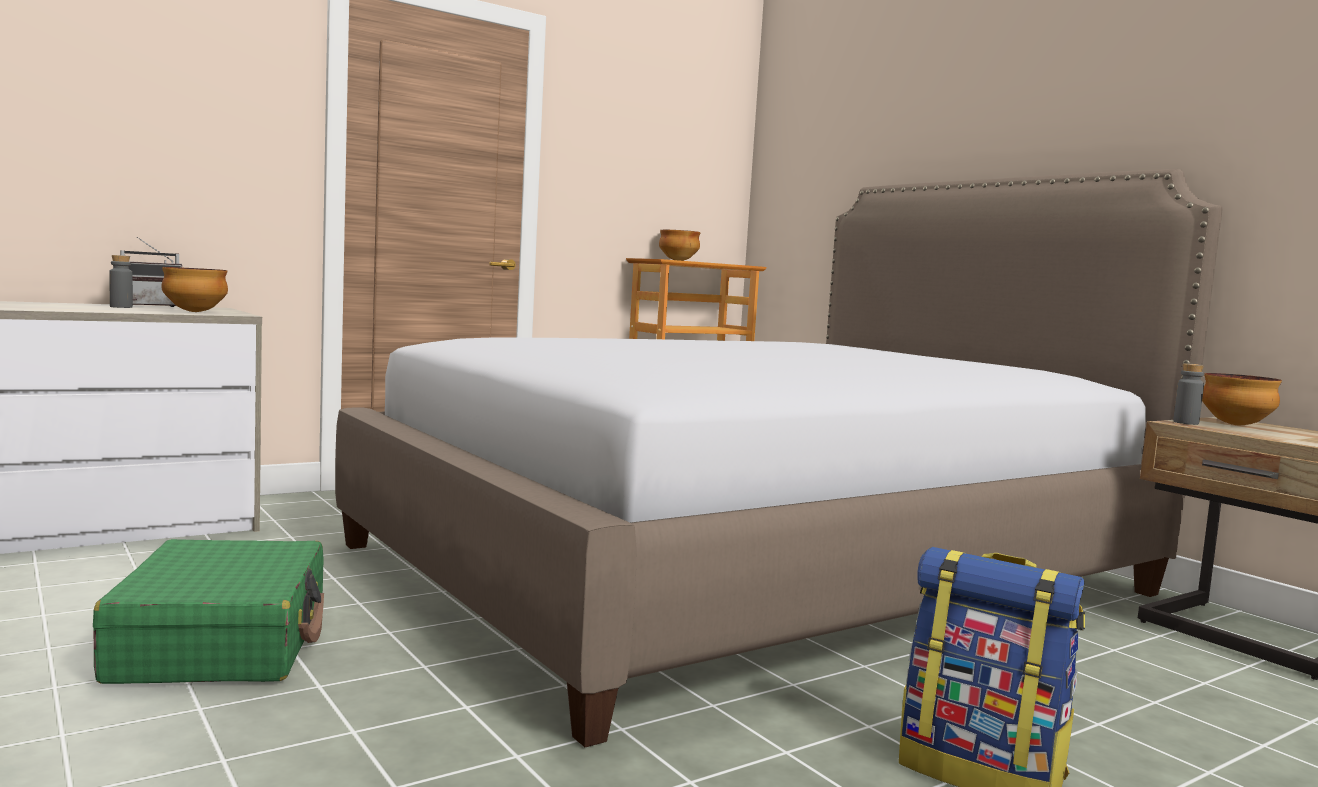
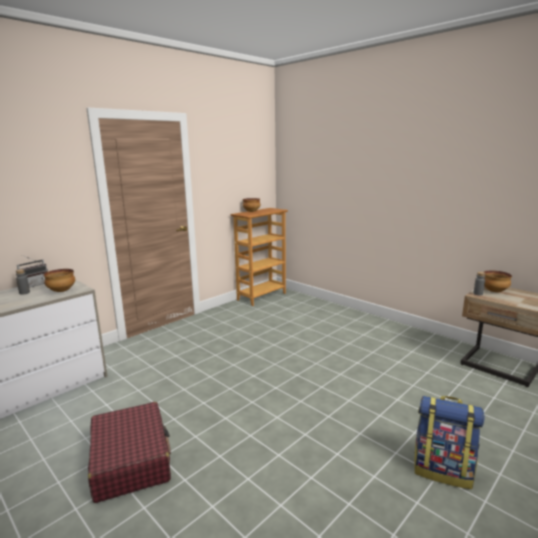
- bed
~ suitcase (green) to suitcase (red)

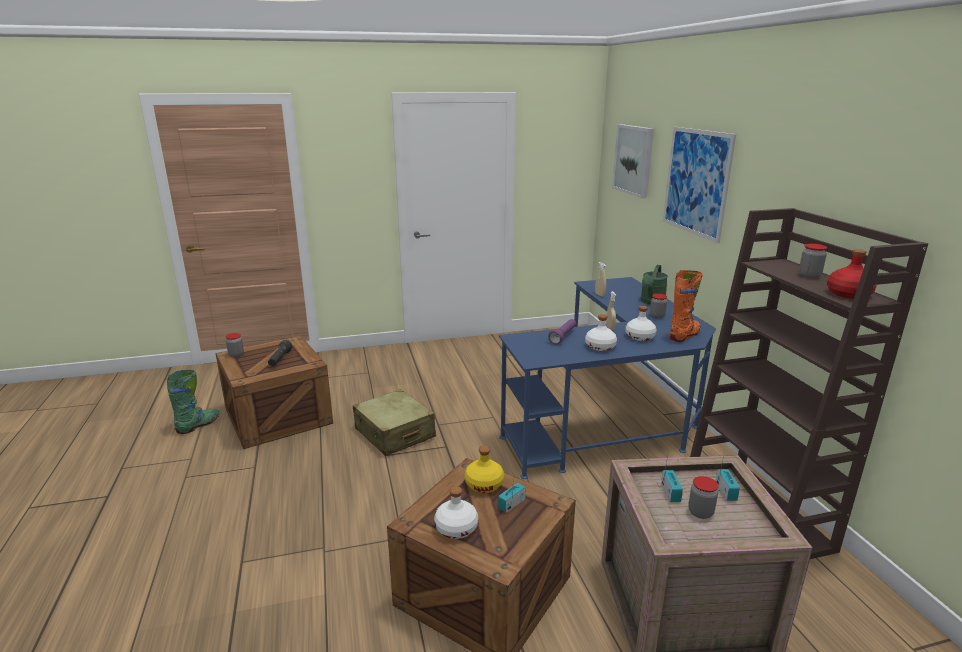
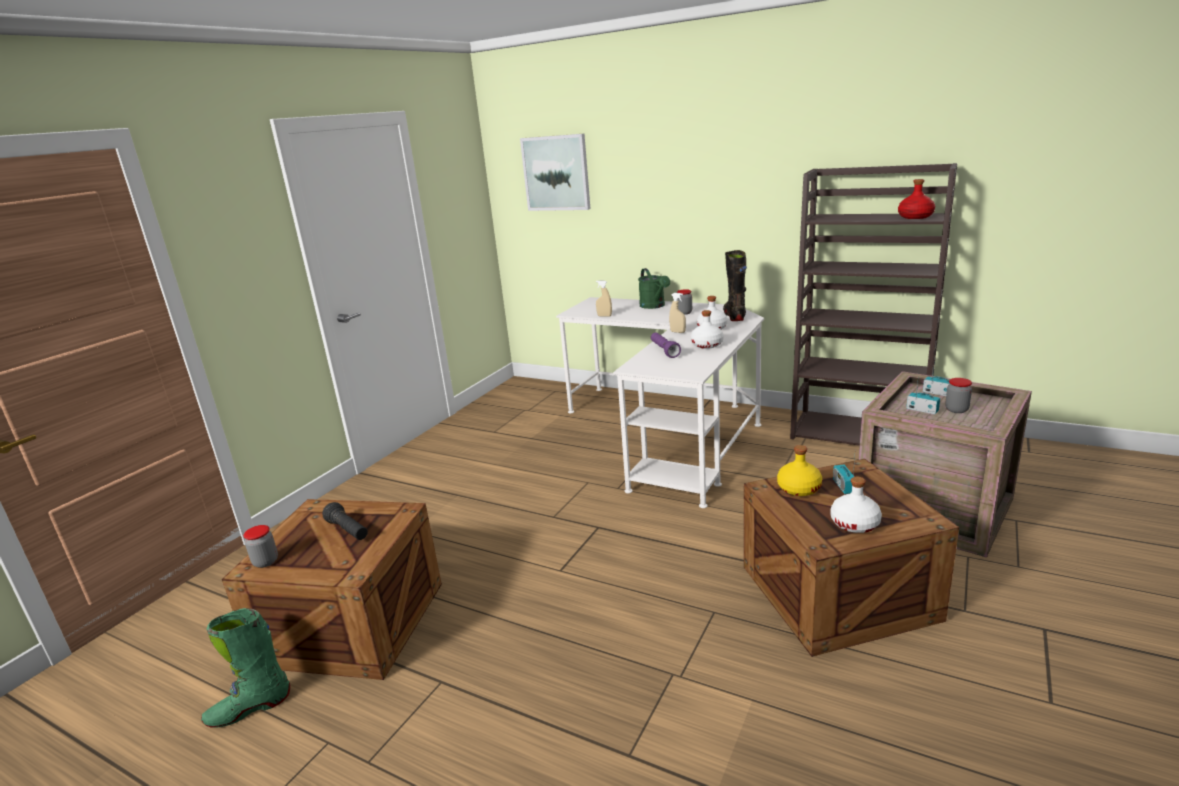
- suitcase (beige)
- picture (no. 2 from left)
- jar (no. 4 from left)
~ desk (blue) to desk (white)
~ boot (orange) to boot (black)
~ boot (green) 105 degrees counterclockwise

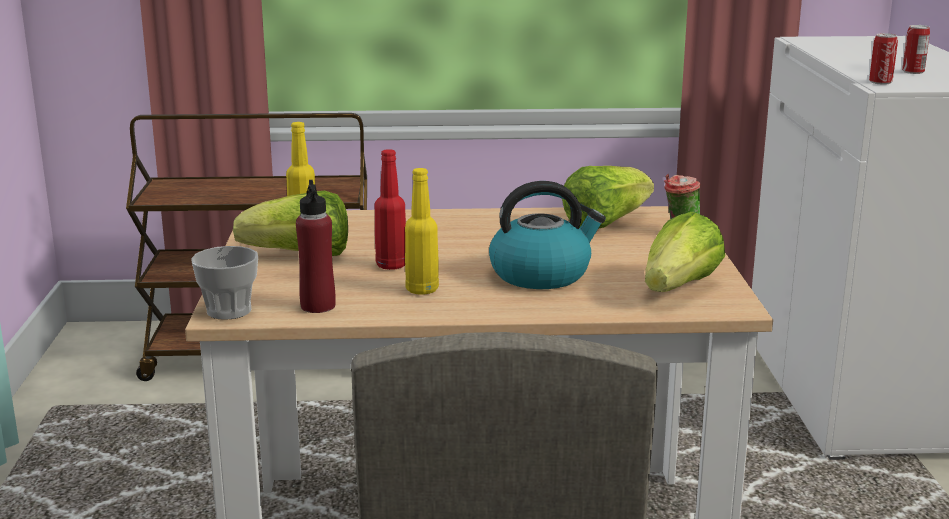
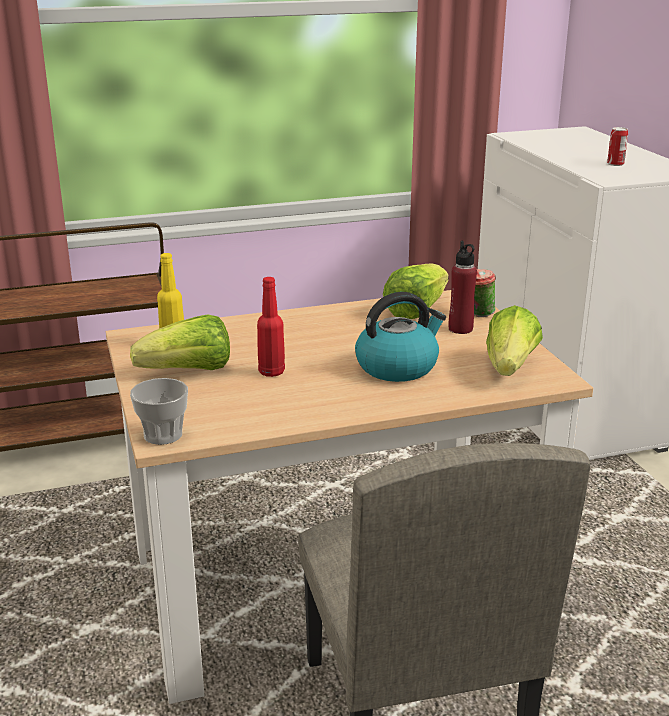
- bottle (yellow) (no. 2 from left)
- can (no. 1 from left)
~ bottle (red) (no. 1 from left in the first image) to bottle (red) (no. 2 from left)

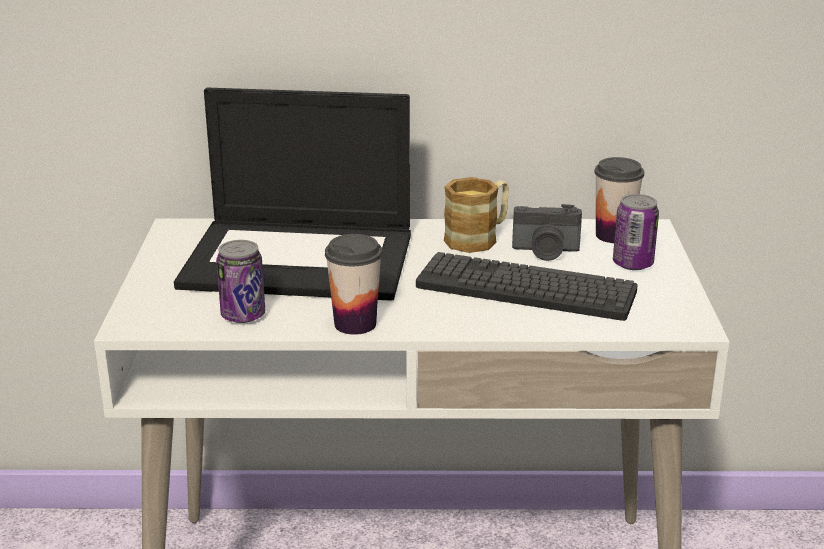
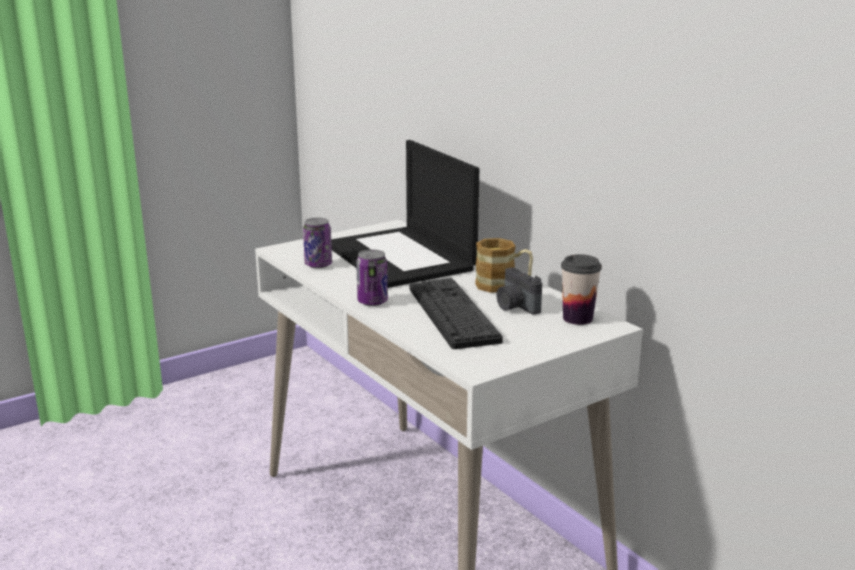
- cup (no. 1 from left)
~ can (no. 2 from left)

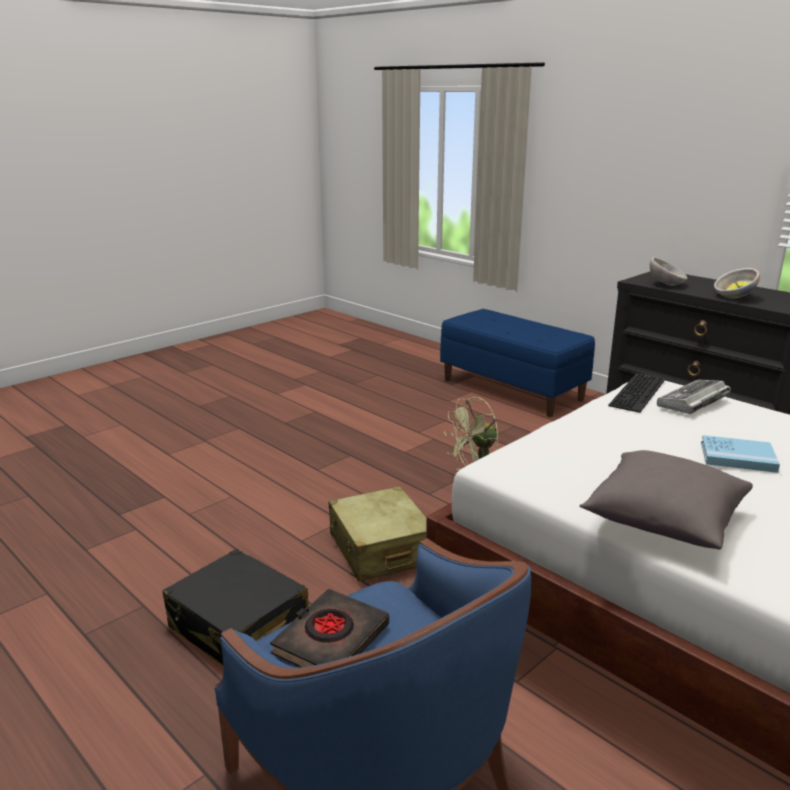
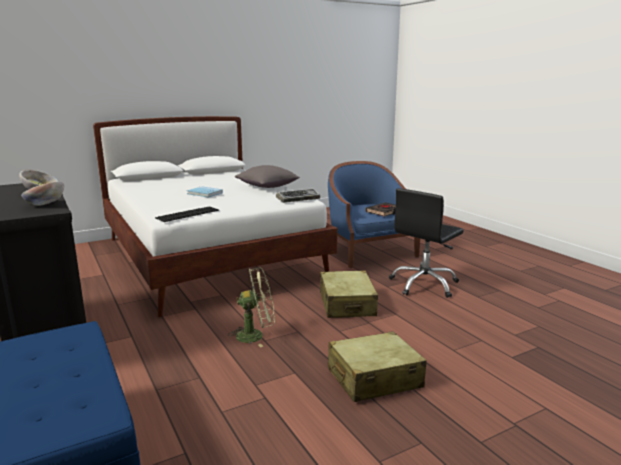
+ suitcase (beige) (no. 2 from left)
~ keyboard (no. 2 from left)
~ suitcase (black) to office chair (black)

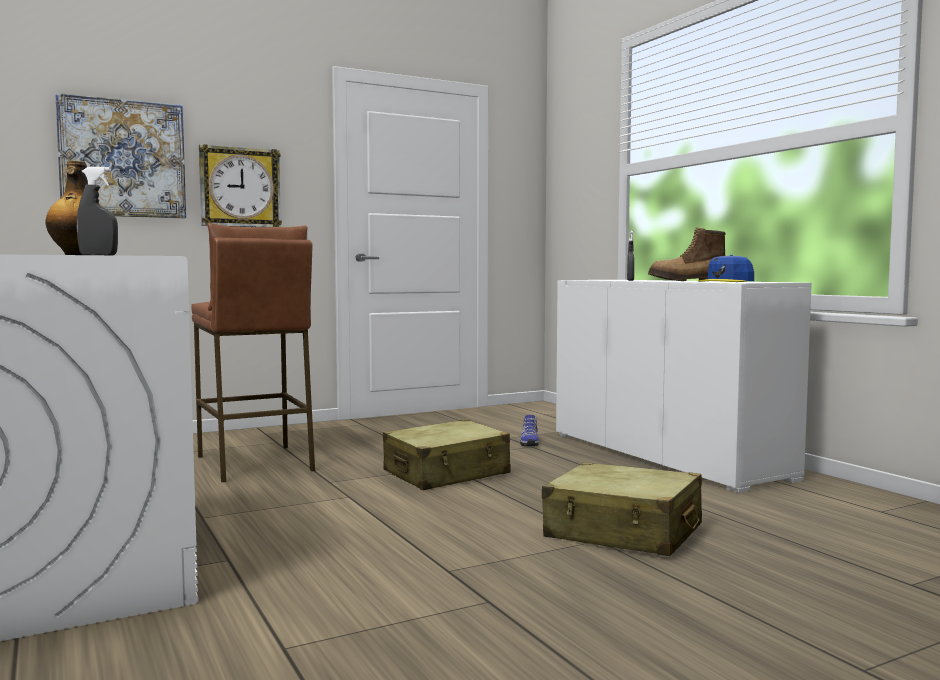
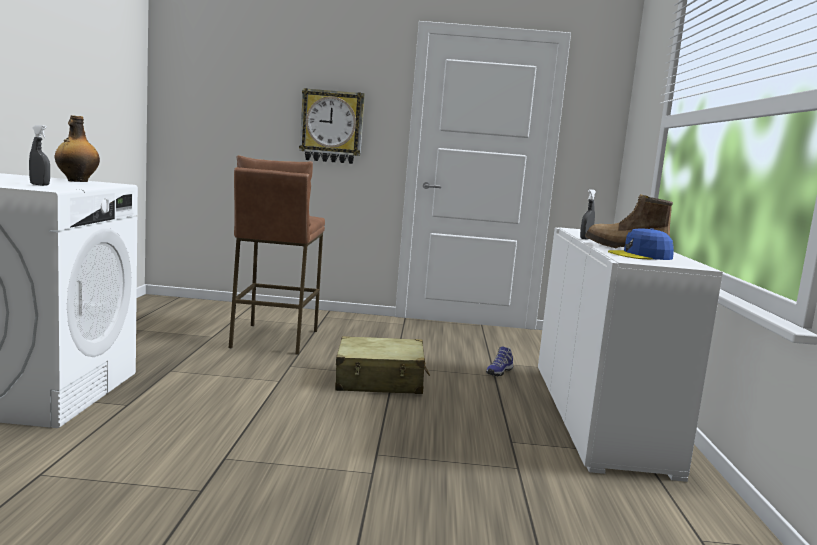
- picture
- suitcase (beige) (no. 2 from left)

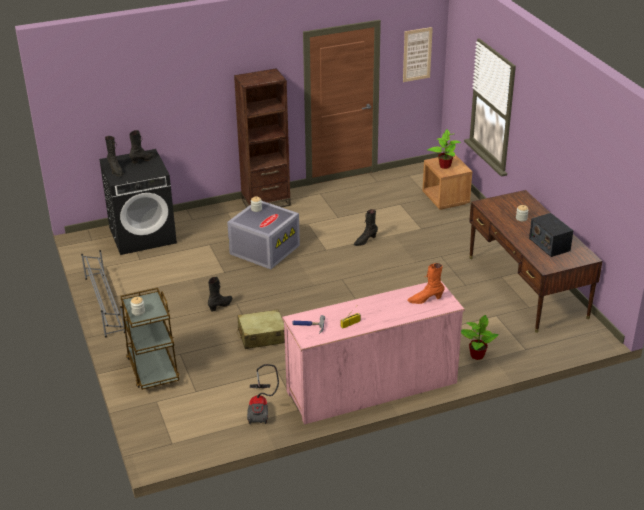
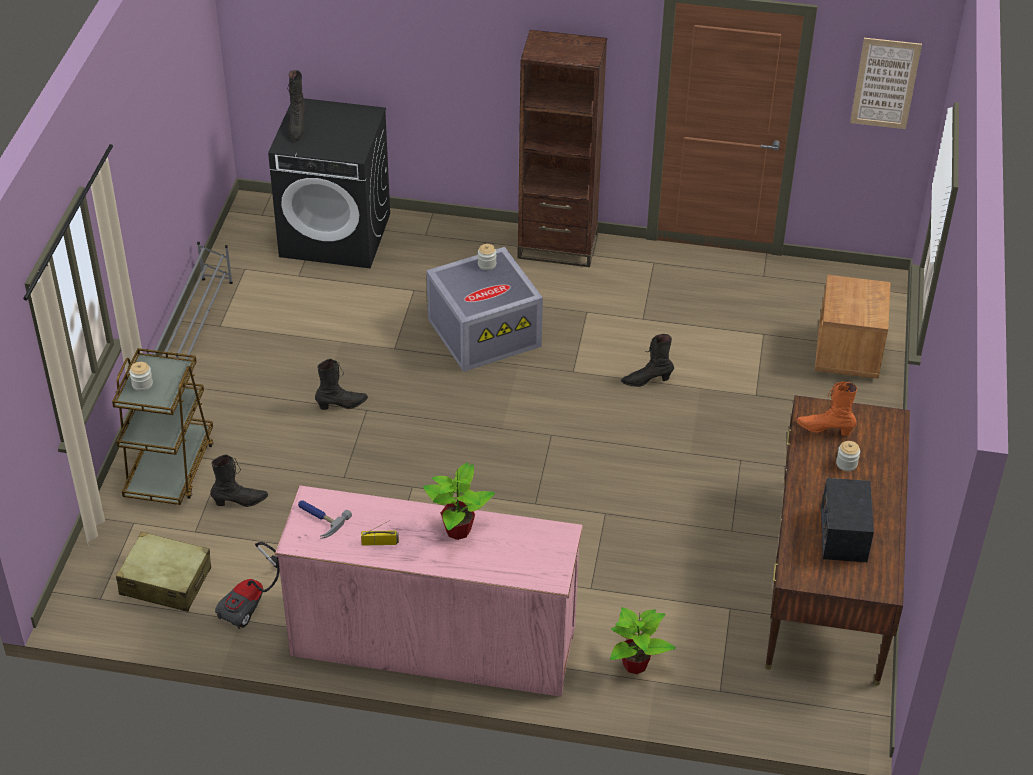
~ boot (black) (no. 2 from left in the first image) to boot (black) (no. 1 from left)
~ suitcase (beige)
~ boot (orange)
~ potted plant (no. 1 from left)

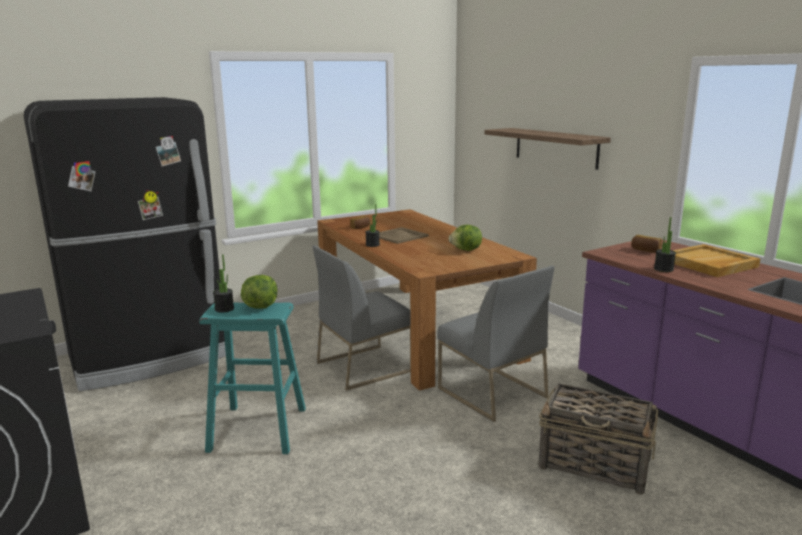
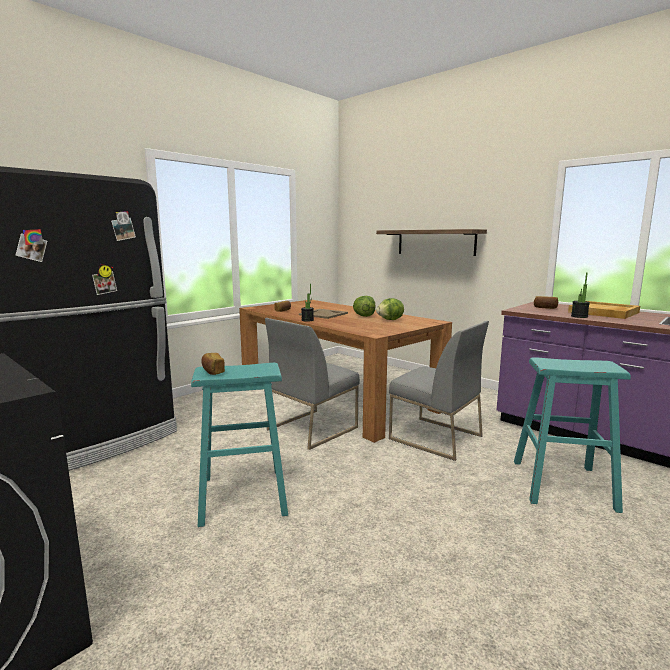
~ lettuce (no. 1 from left)
~ potted plant (no. 1 from left) to bread (no. 1 from left)
~ basket to stool (turquoise) (no. 2 from left)

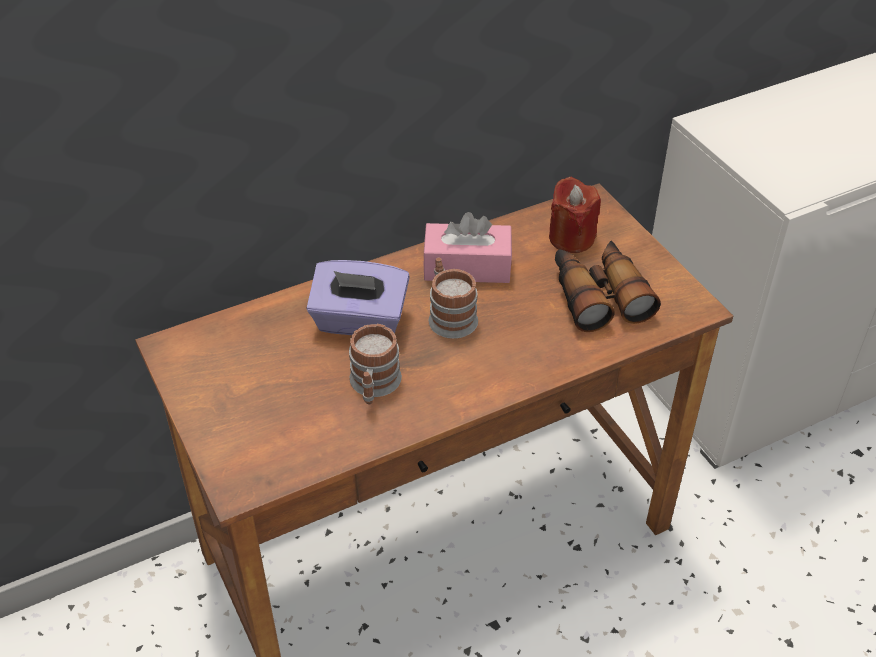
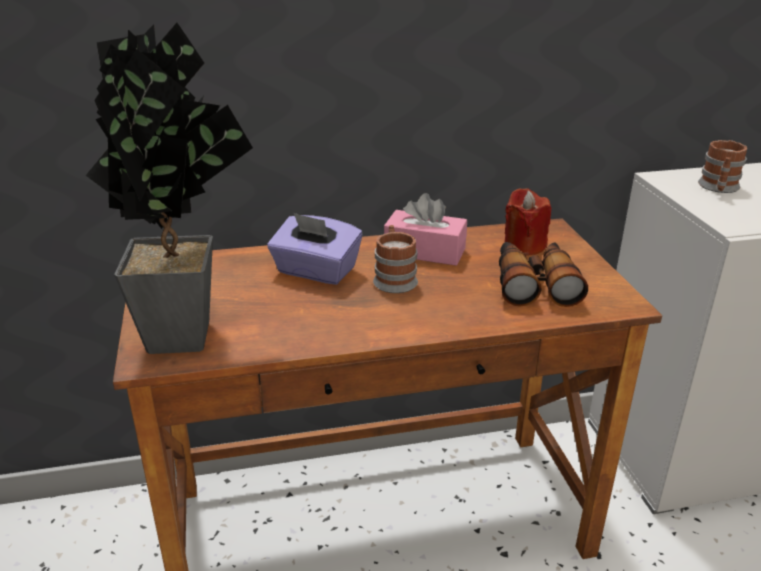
+ potted plant
~ mug (no. 1 from left in the first image) to mug (no. 2 from left)

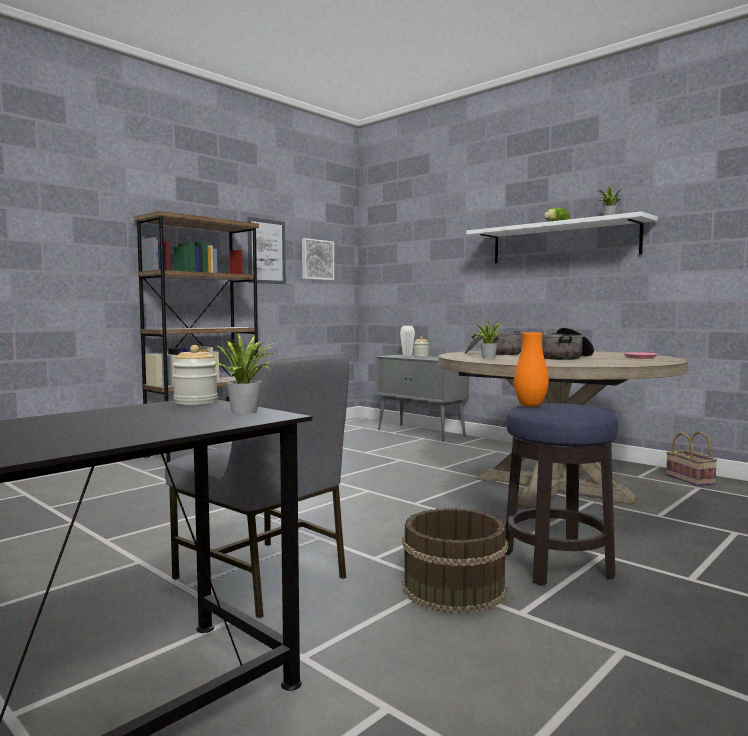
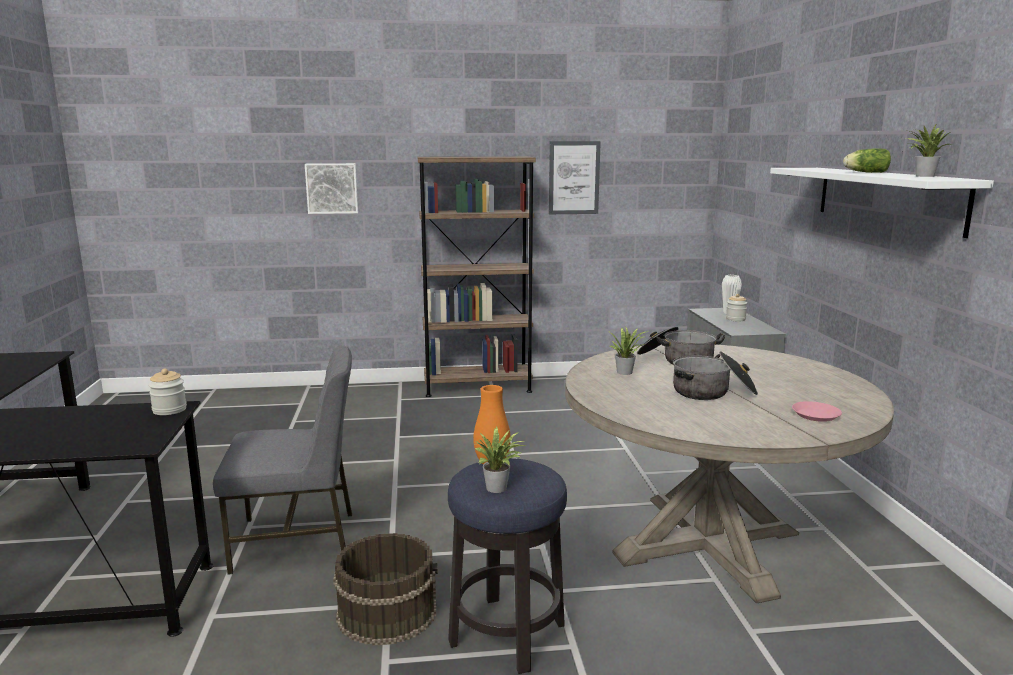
- basket
~ potted plant (no. 1 from left)
~ picture (no. 2 from left in the first image) to picture (no. 1 from left)
~ chair (grey) 90 degrees counterclockwise

